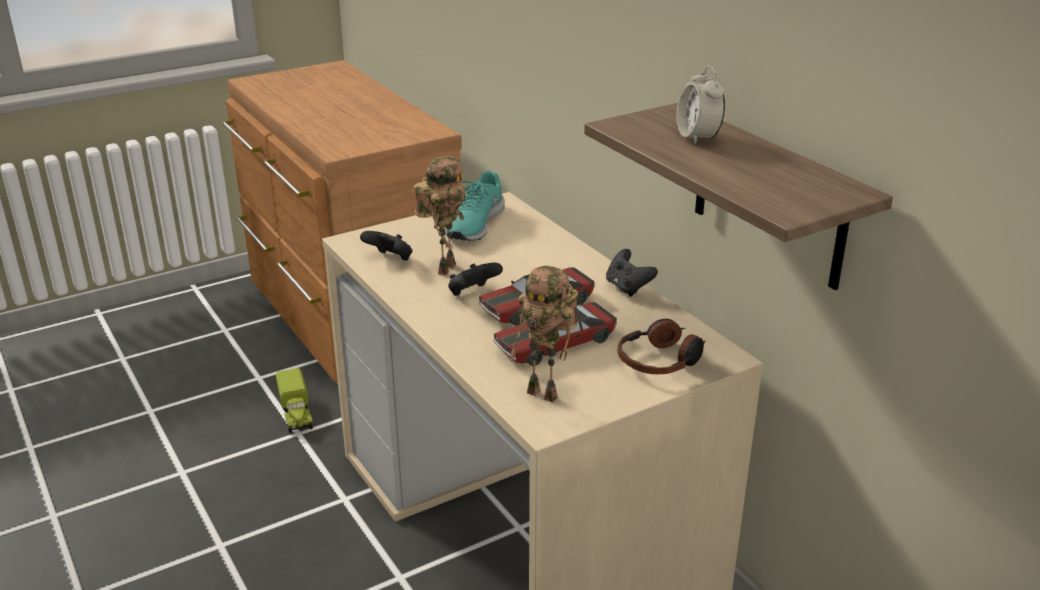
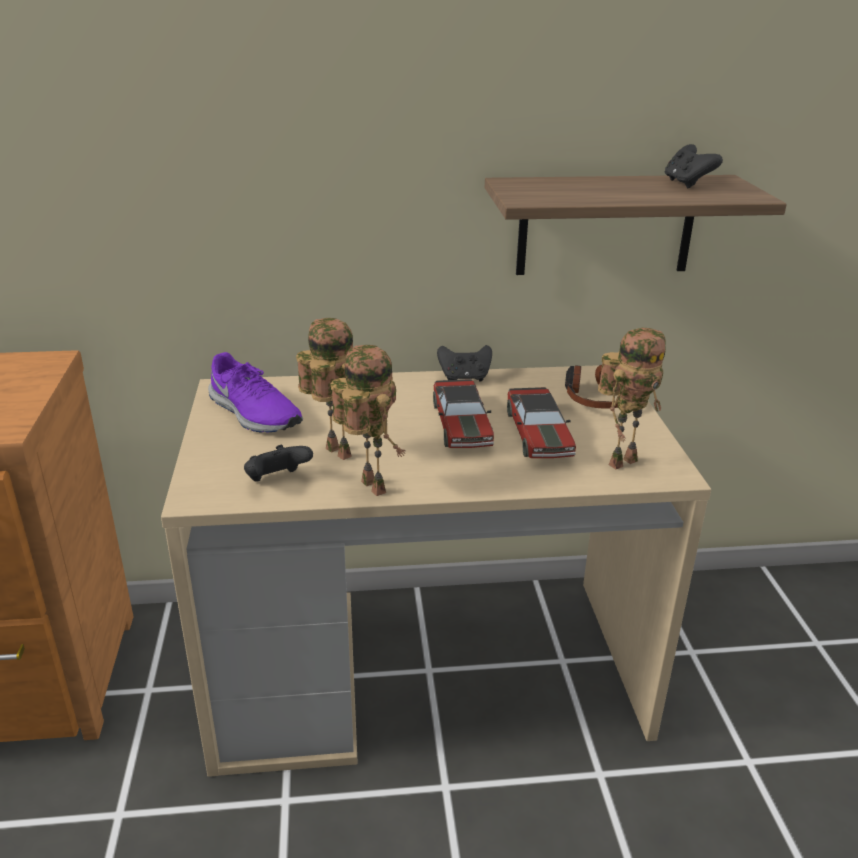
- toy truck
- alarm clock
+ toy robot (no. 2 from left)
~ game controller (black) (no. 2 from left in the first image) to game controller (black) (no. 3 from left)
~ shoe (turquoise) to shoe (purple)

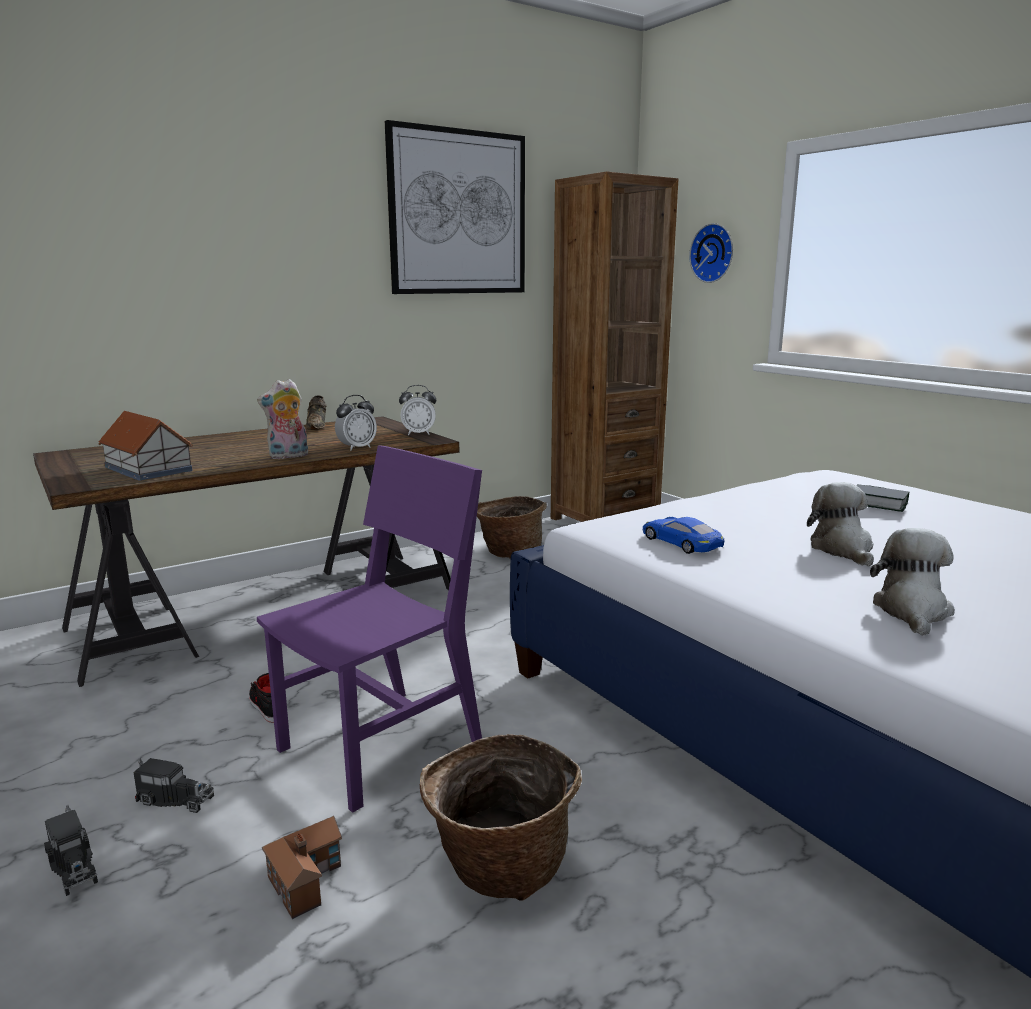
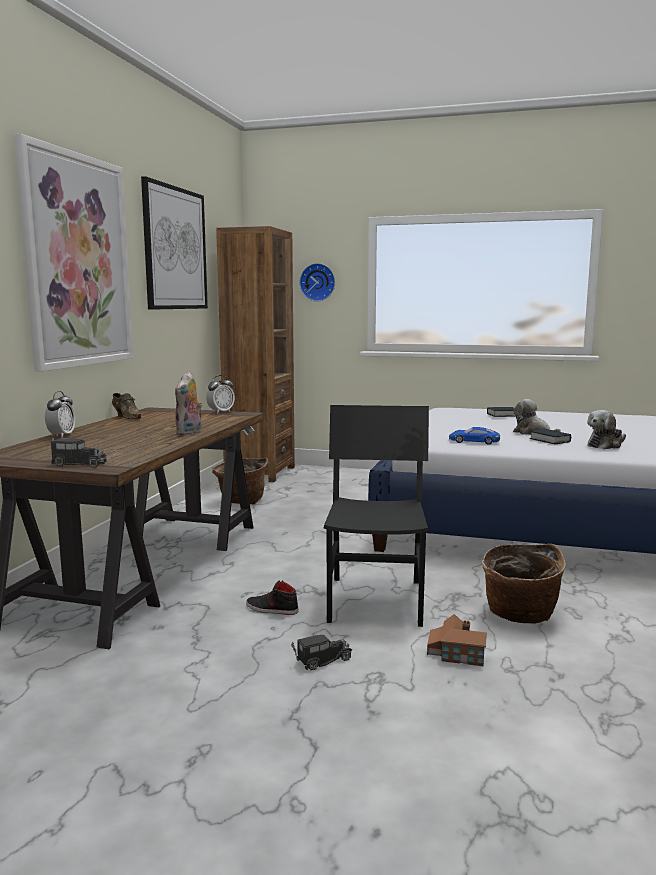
- toy house (no. 1 from left)
+ picture (no. 1 from left)
+ book (no. 2 from left)
~ toy truck (no. 1 from left)
~ alarm clock (no. 1 from left)
~ chair (purple) to chair (black)
~ plush toy (no. 3 from left) 105 degrees counterclockwise

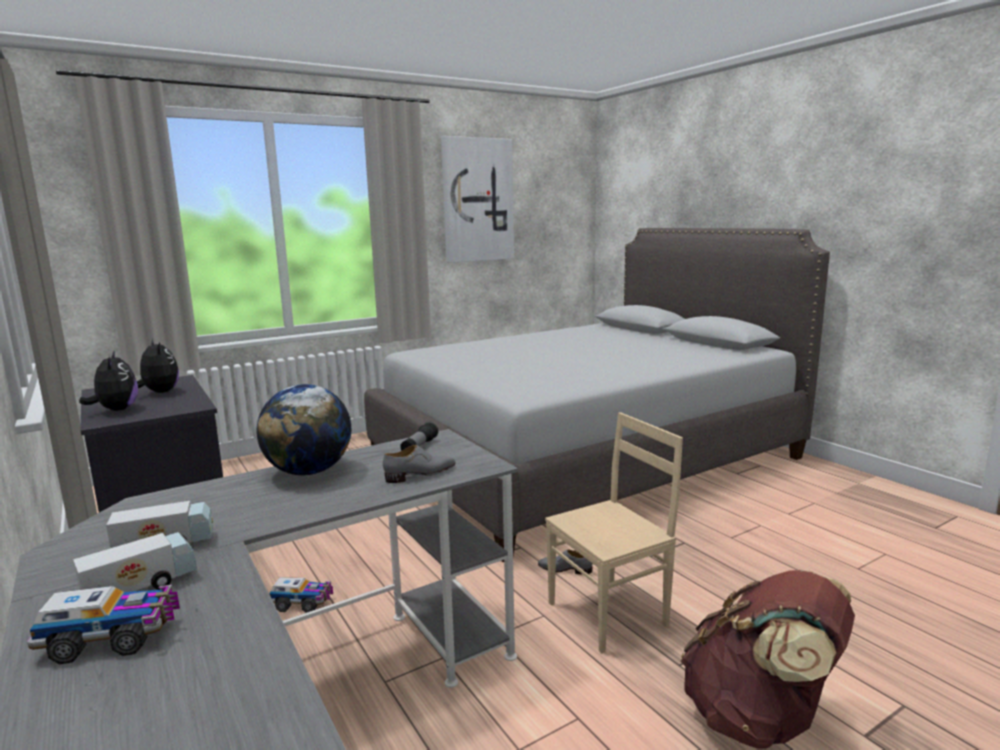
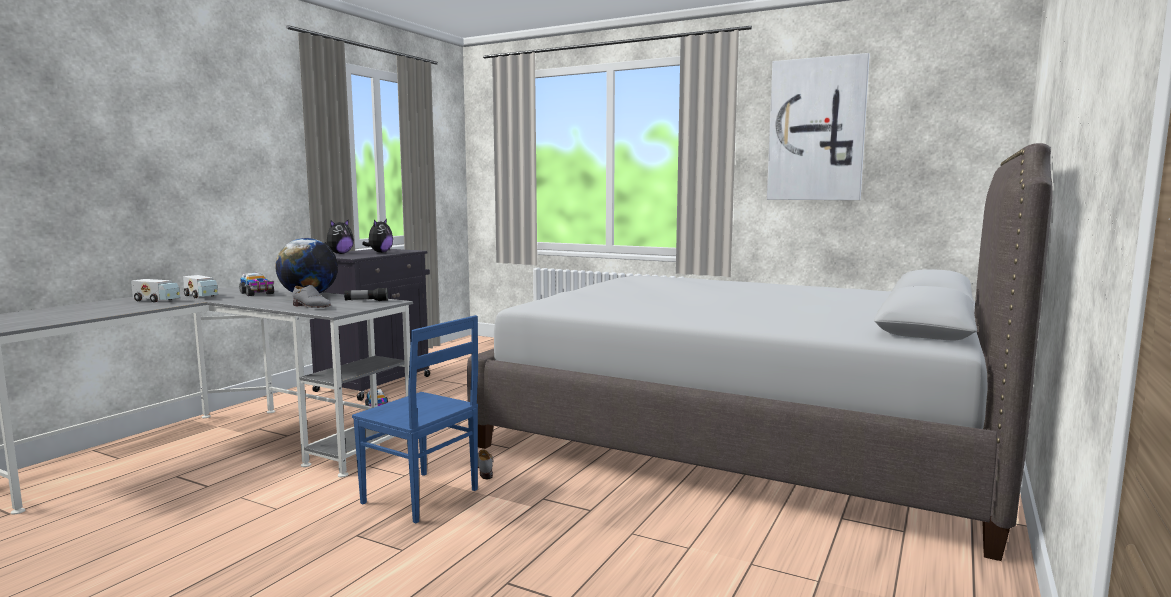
- backpack (brown)
~ toy truck (no. 1 from left in the first image) to toy truck (no. 3 from left)
~ chair (beige) to chair (blue)

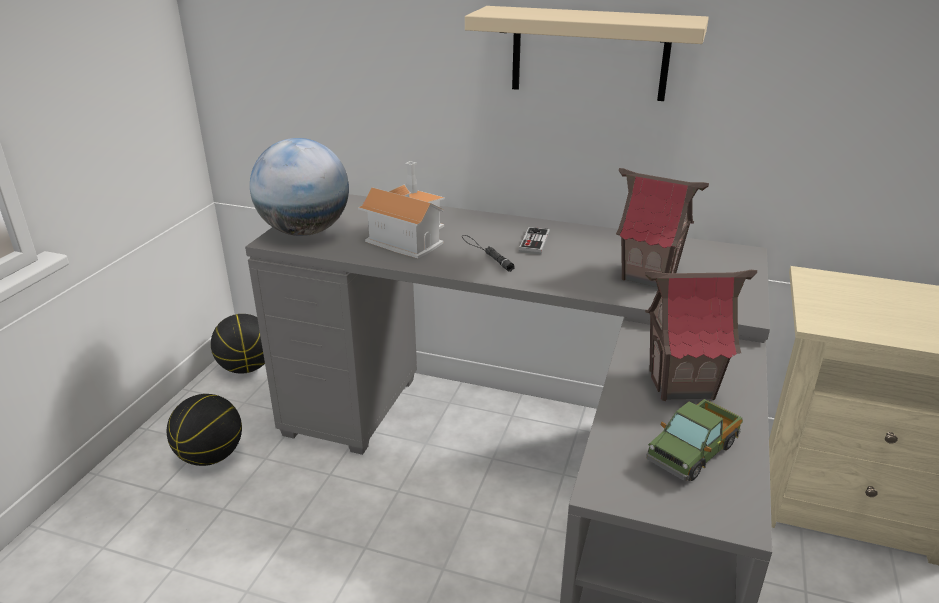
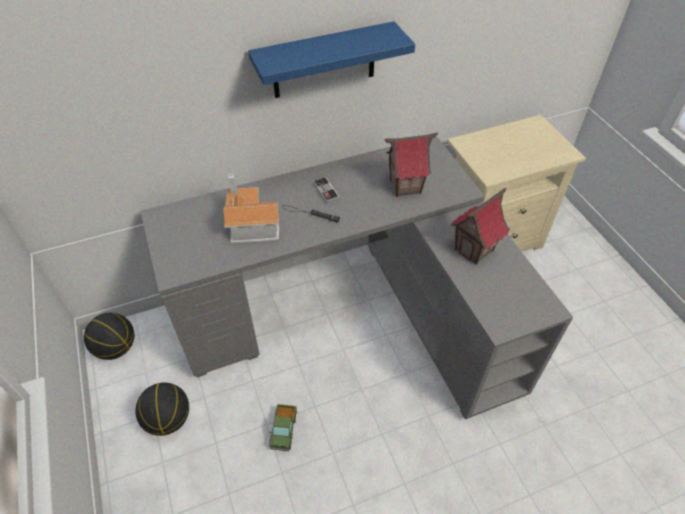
- globe
~ toy truck
~ shelf (beige) to shelf (blue)

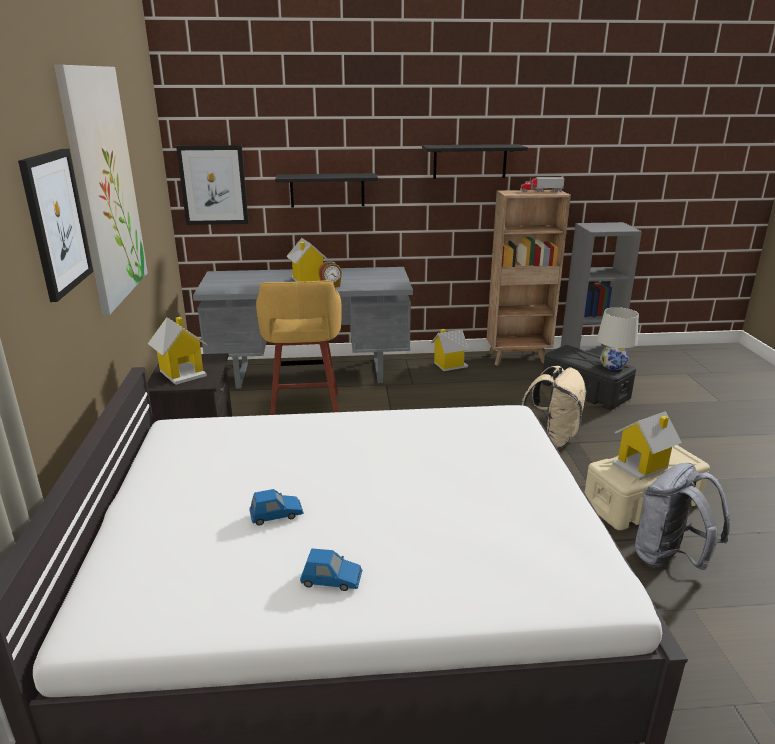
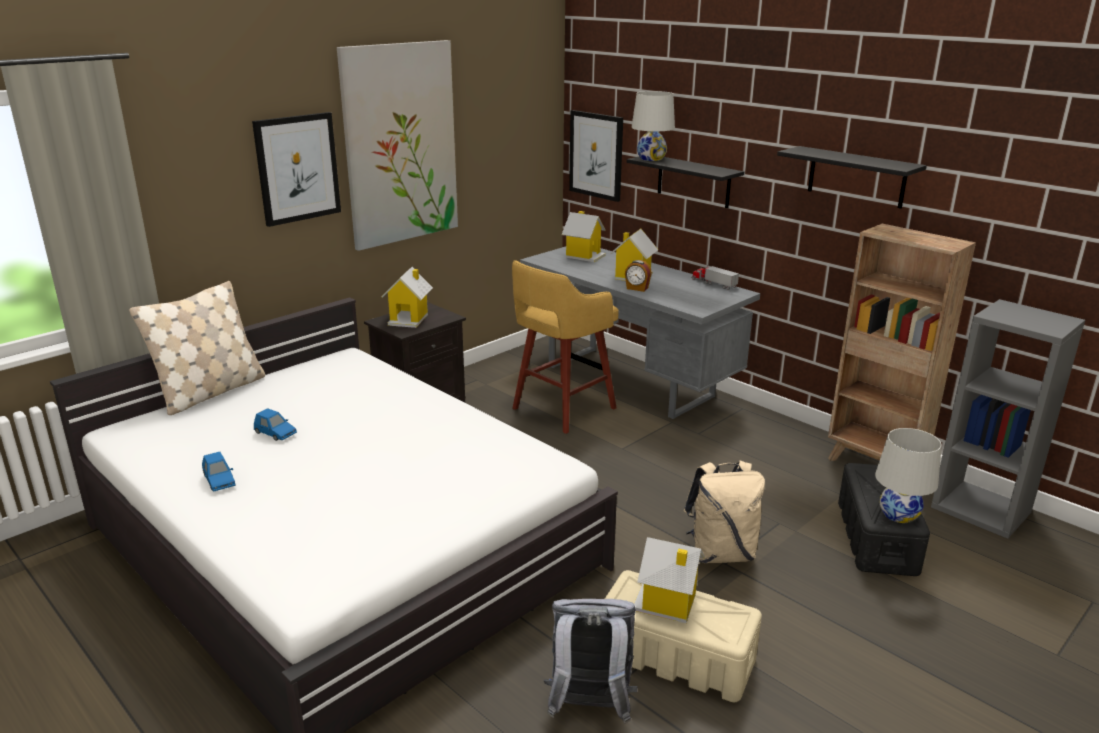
+ pillow (beige)
+ table lamp (white) (no. 1 from left)
~ toy house (no. 3 from left in the first image) to toy house (no. 2 from left)
~ toy truck

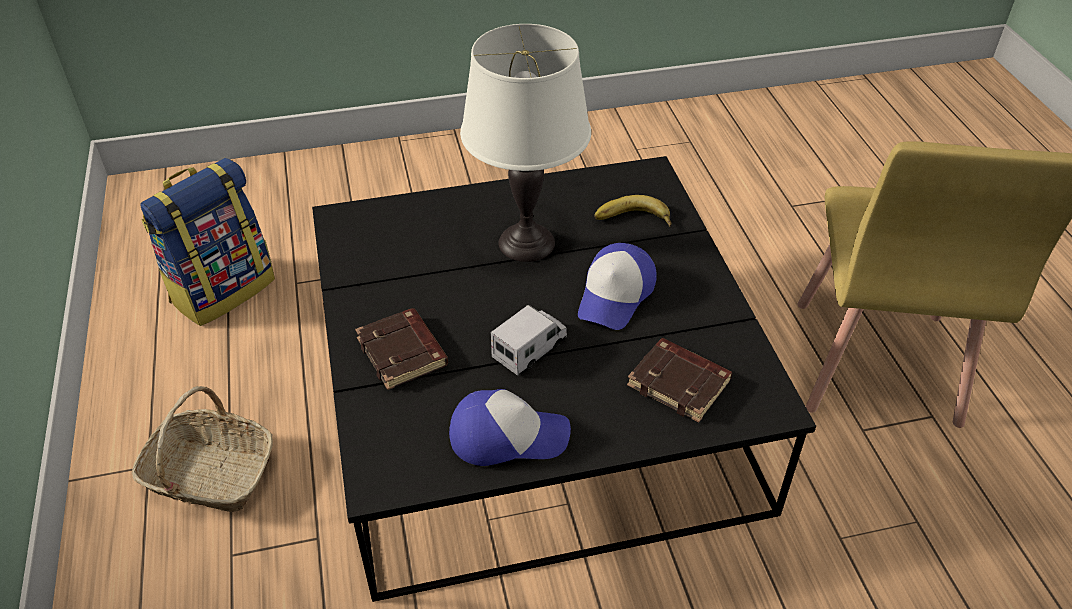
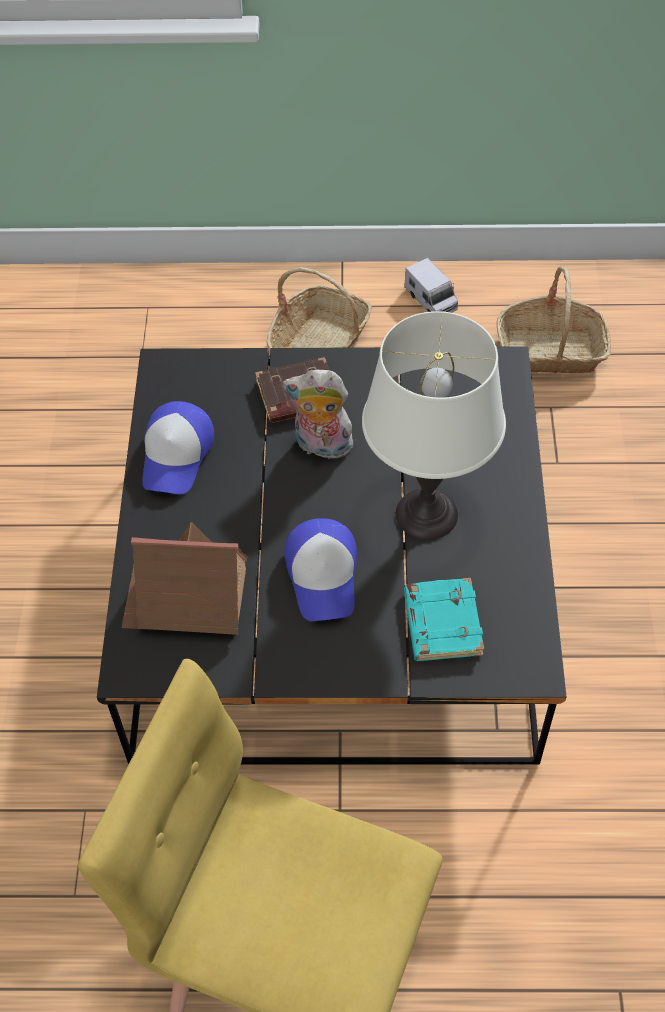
+ plush toy
~ toy truck
~ backpack to basket (no. 2 from left)
~ banana to book (turquoise)
~ book (brown) (no. 2 from left) to toy house
~ cap (no. 2 from left) 135 degrees counterclockwise

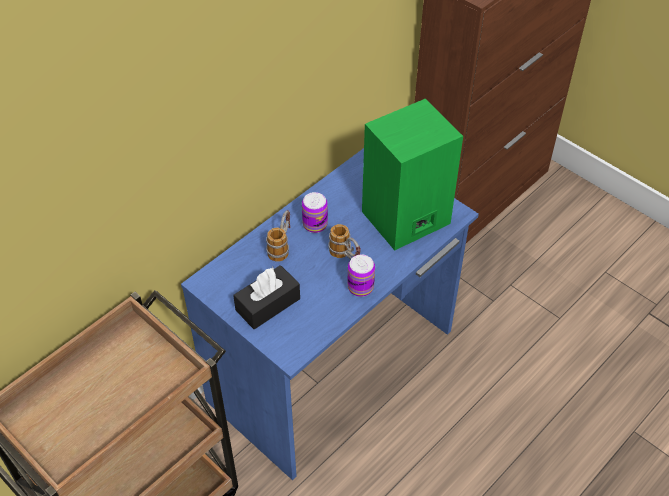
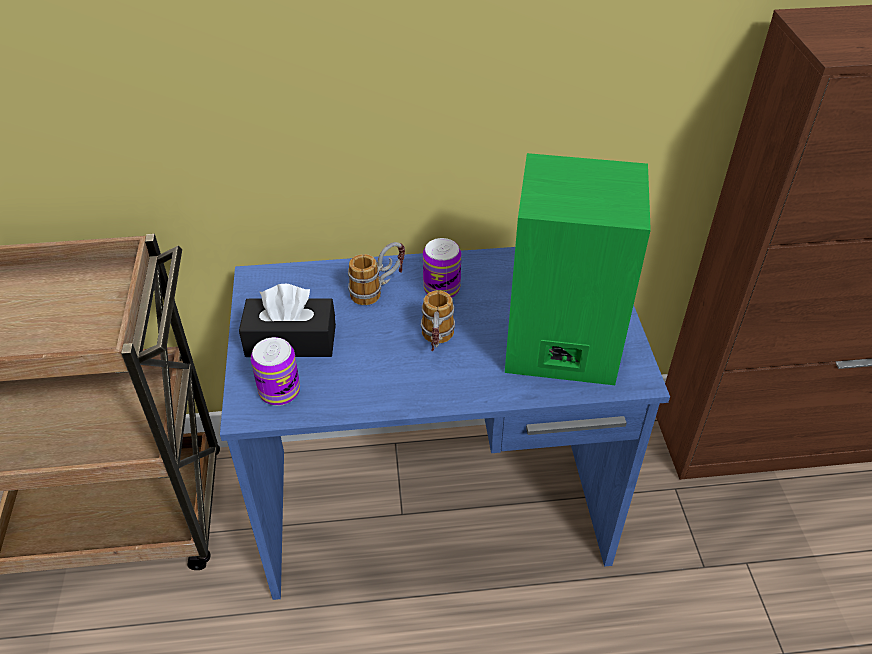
~ can (no. 2 from left in the first image) to can (no. 1 from left)

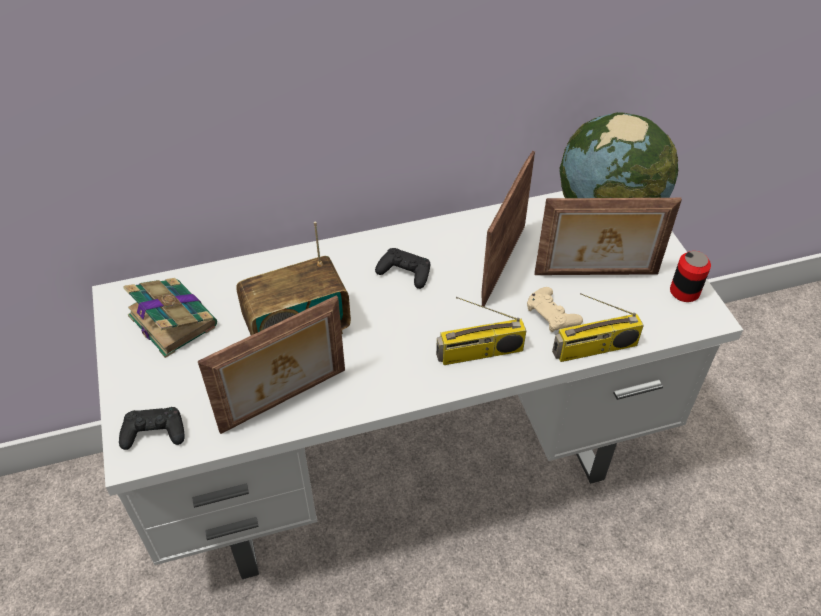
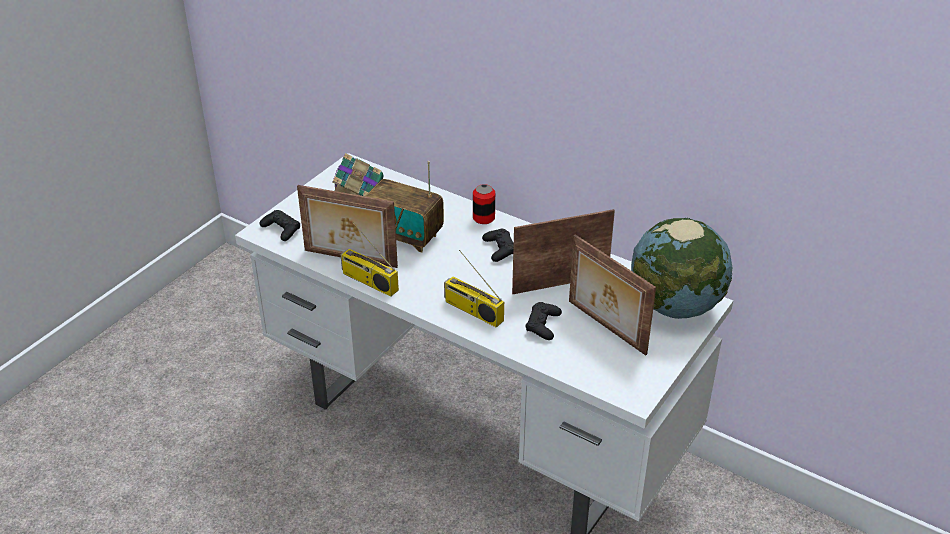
~ radio (no. 3 from left in the first image) to radio (no. 1 from left)
~ can
~ game controller (beige) to game controller (black) (no. 3 from left)

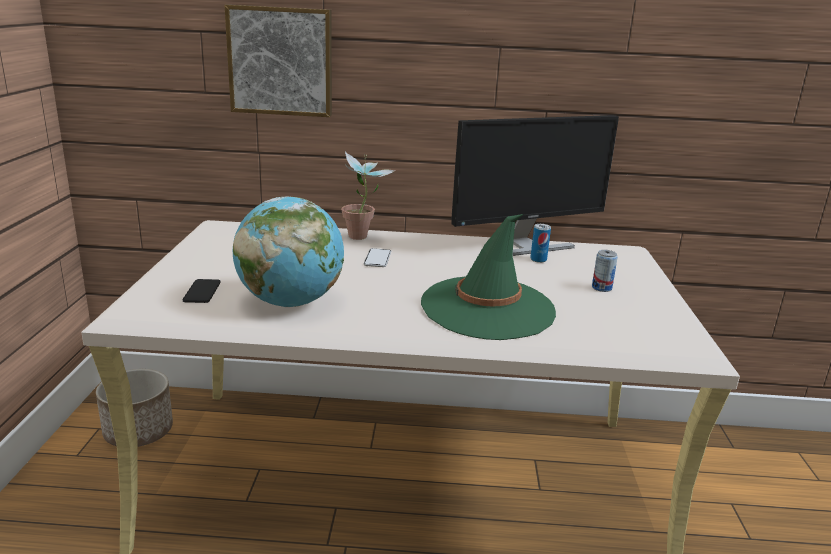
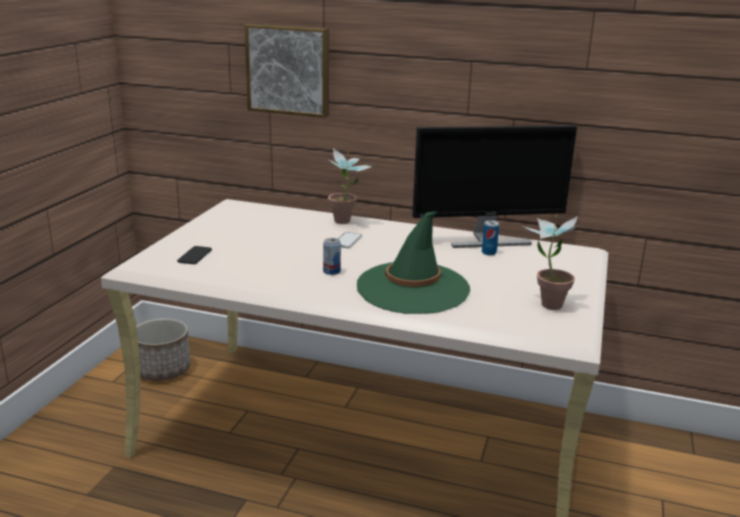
- globe
+ potted plant (no. 2 from left)
~ can (no. 2 from left in the first image) to can (no. 1 from left)

